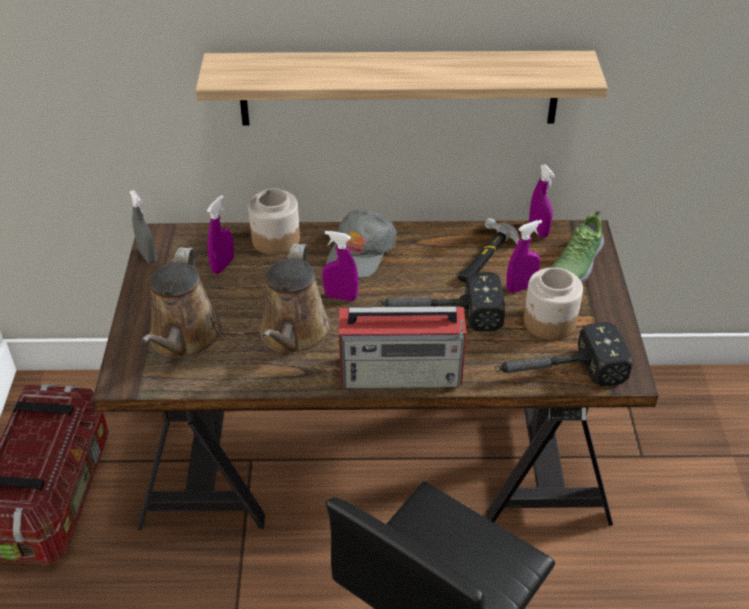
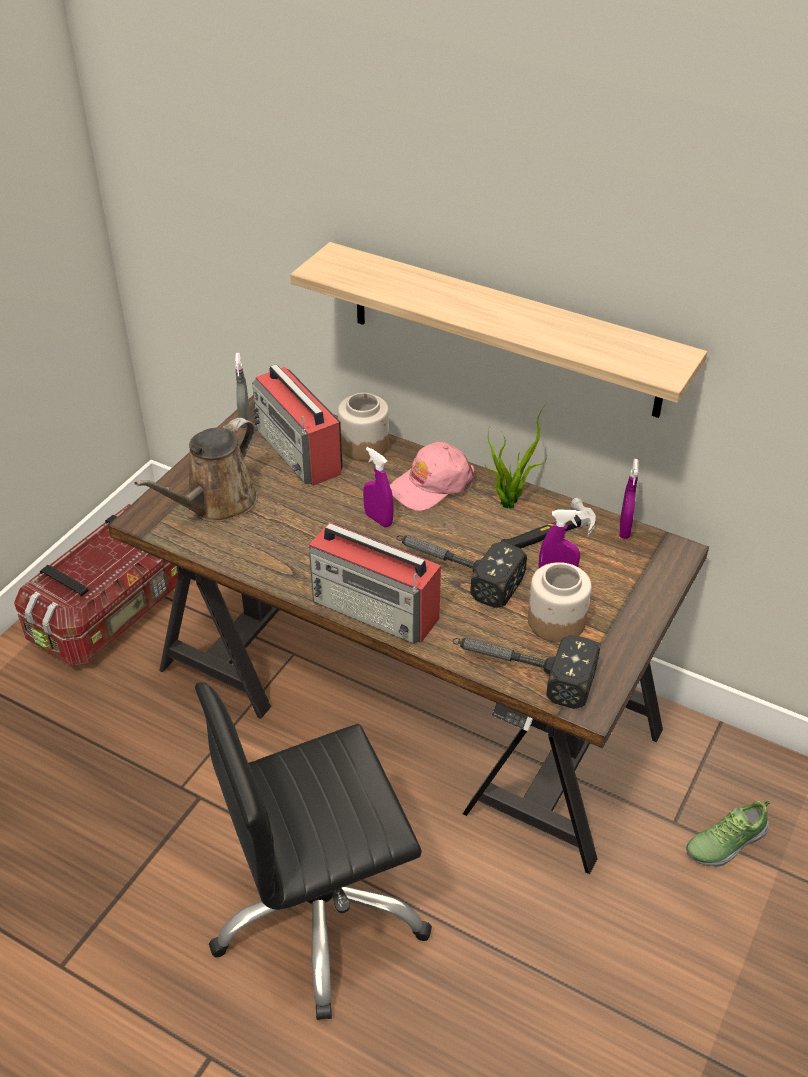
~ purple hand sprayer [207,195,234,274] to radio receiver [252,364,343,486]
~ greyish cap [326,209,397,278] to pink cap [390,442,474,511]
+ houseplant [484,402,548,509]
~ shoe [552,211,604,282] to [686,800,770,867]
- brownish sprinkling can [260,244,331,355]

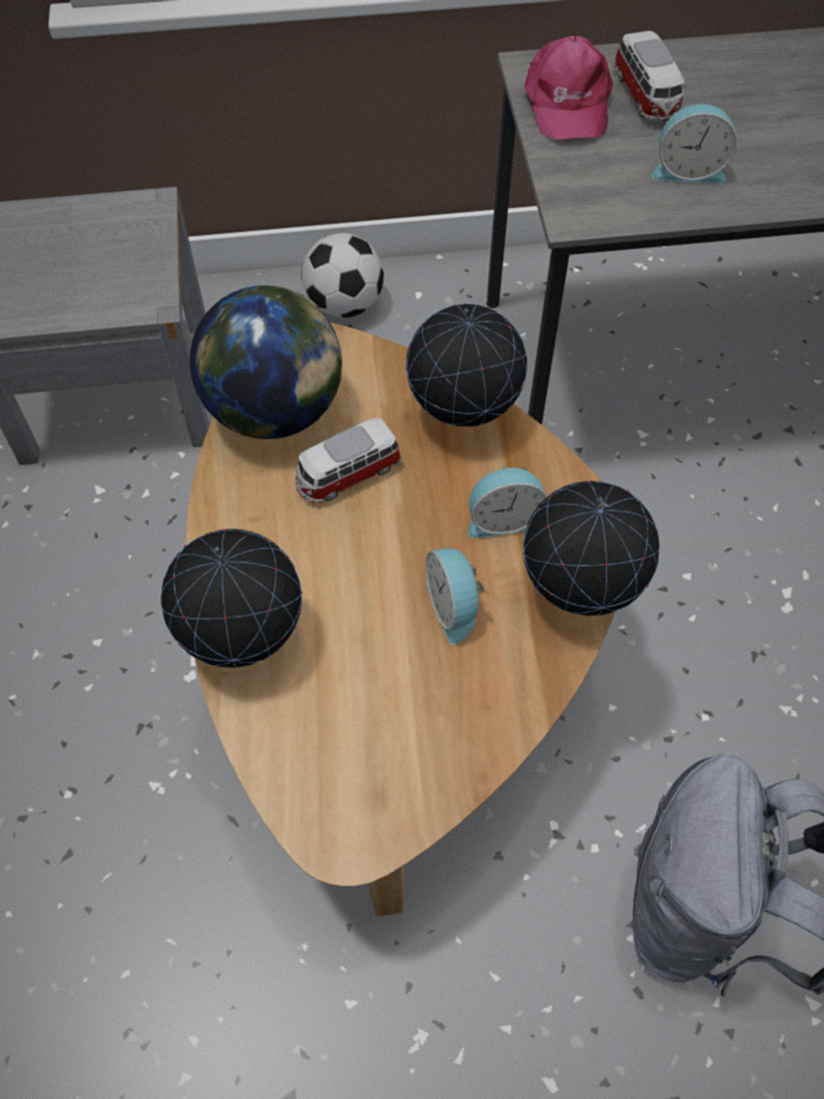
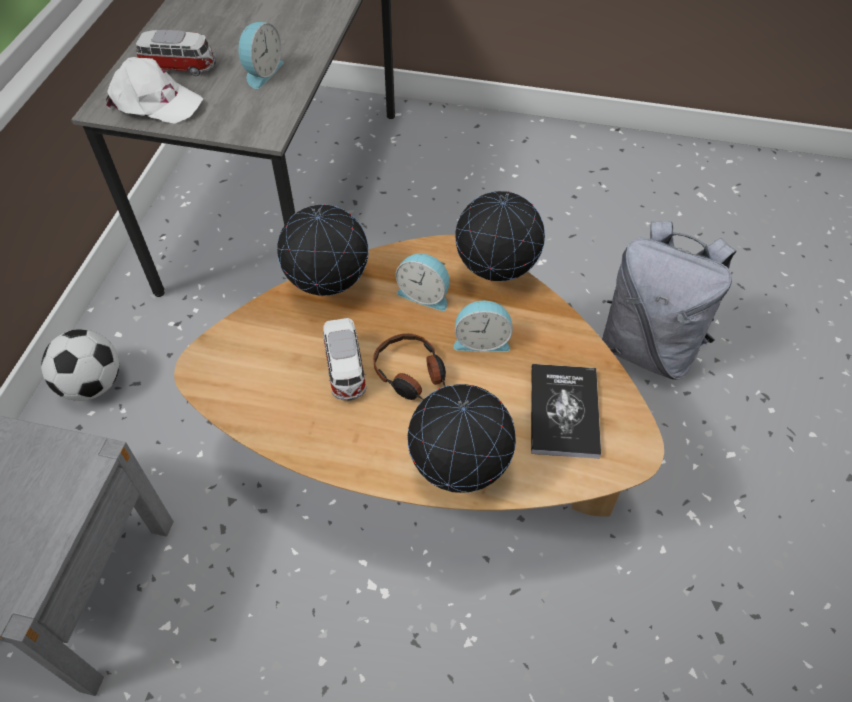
~ pink cap [524,36,613,140] to white cap [105,57,203,124]
+ headset [373,333,446,400]
~ alarm clock [468,467,547,538] = [396,253,450,311] 105 degrees clockwise
+ bound book [531,364,601,459]
- world globe [190,285,342,439]

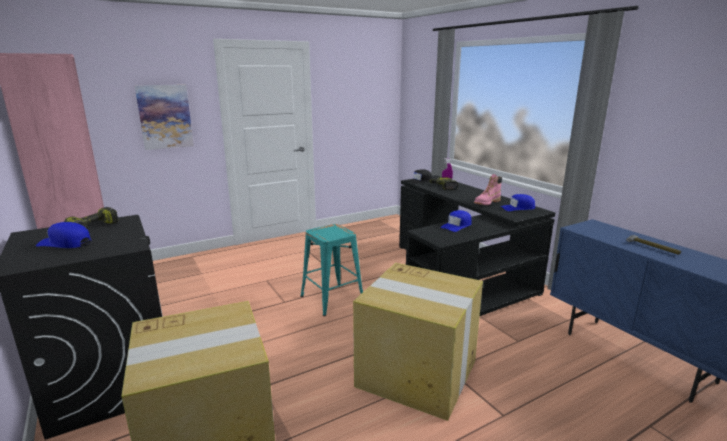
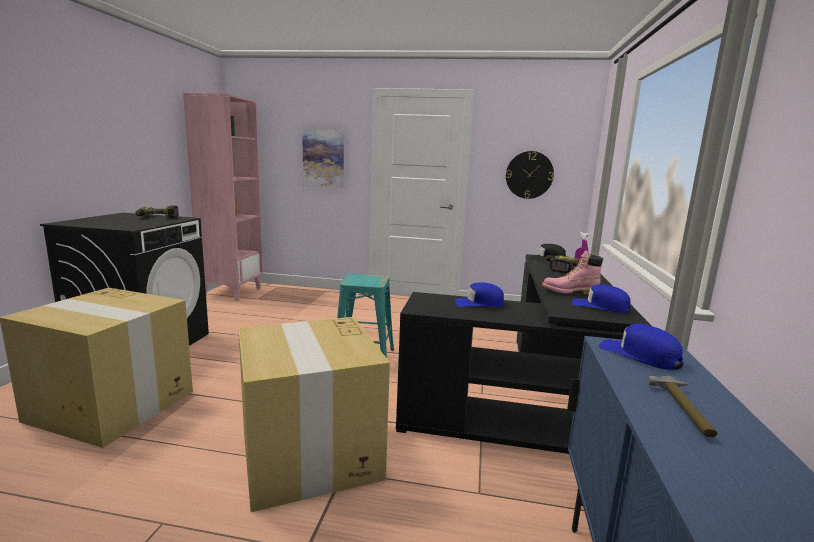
+ hanging clock [506,151,554,199]
~ bluish cap [36,222,91,248] to [599,324,683,370]

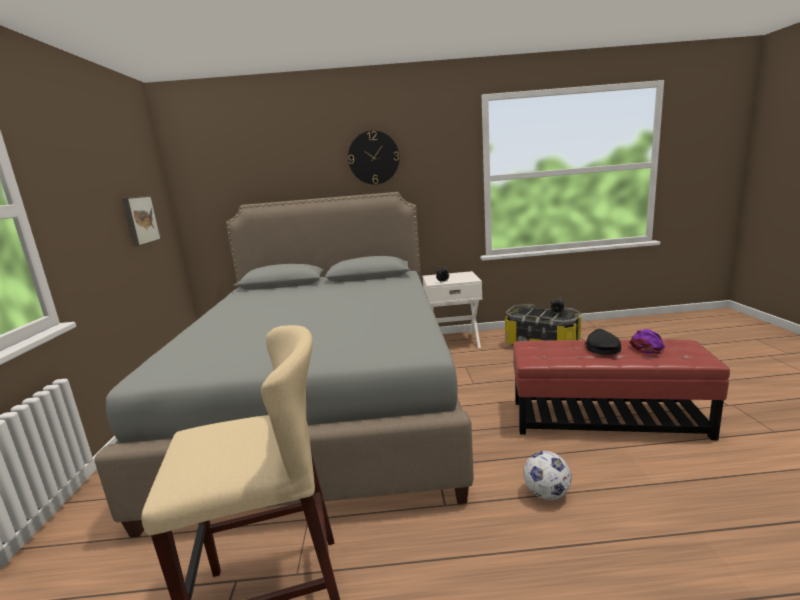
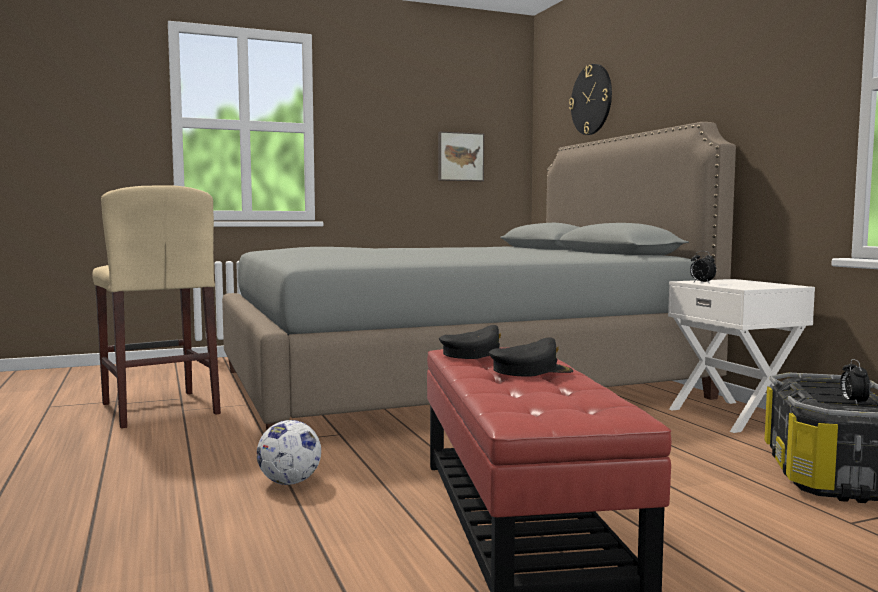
+ blackish cap [439,325,501,359]
~ hanging clock [348,130,399,184] to [569,64,612,135]
- purple cap [629,329,665,354]

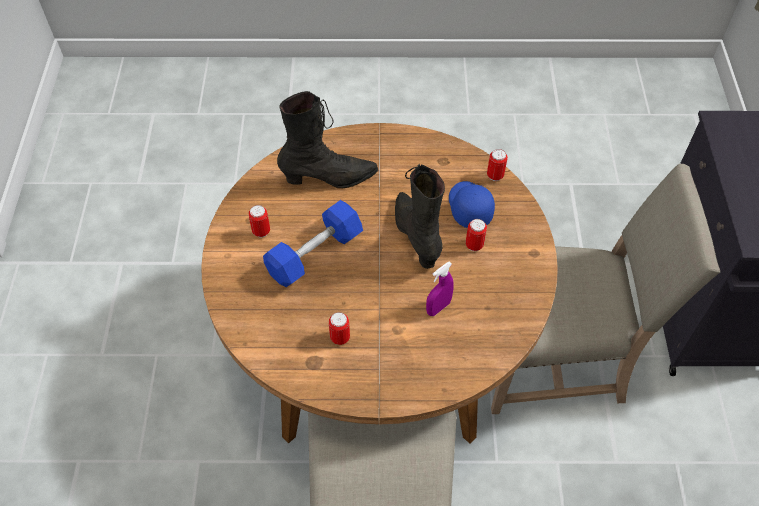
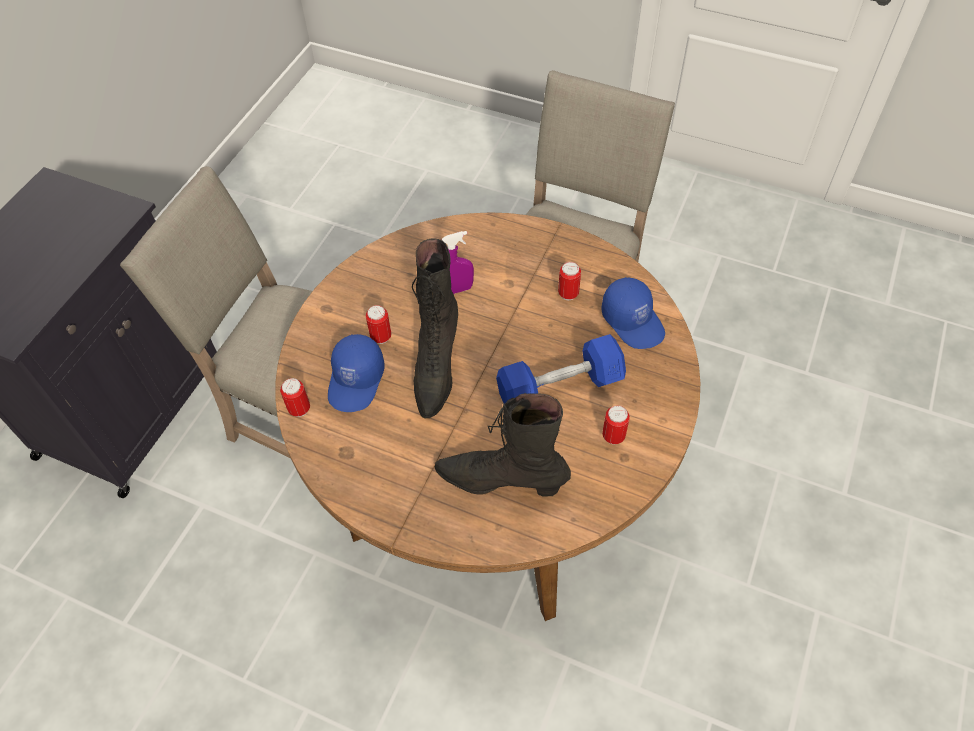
+ bluish cap [602,277,665,349]

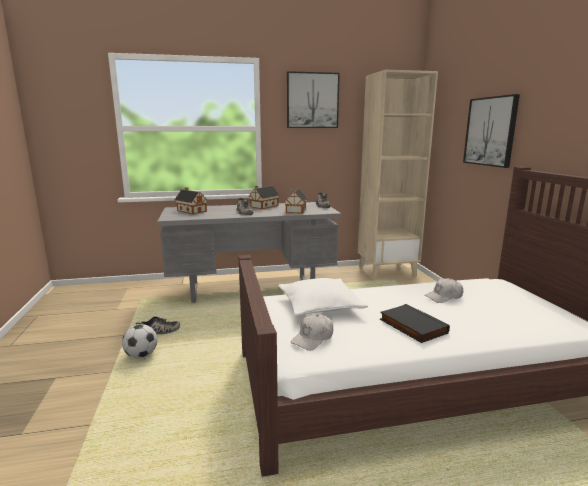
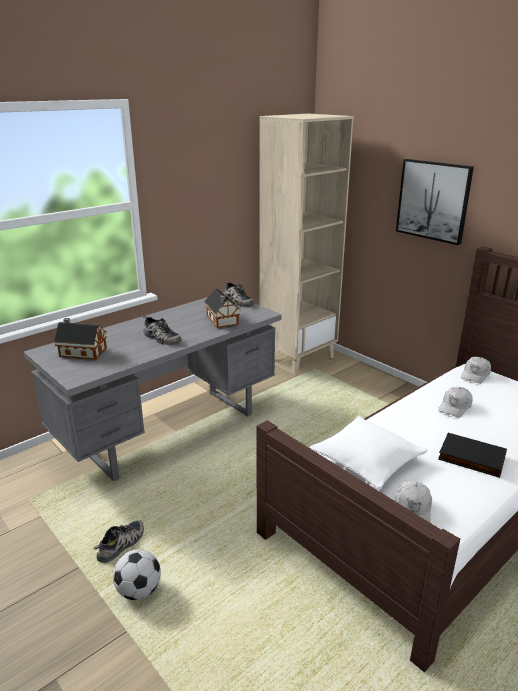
+ white cap [461,357,491,384]
- model house [248,186,279,209]
- wall art [287,71,340,128]

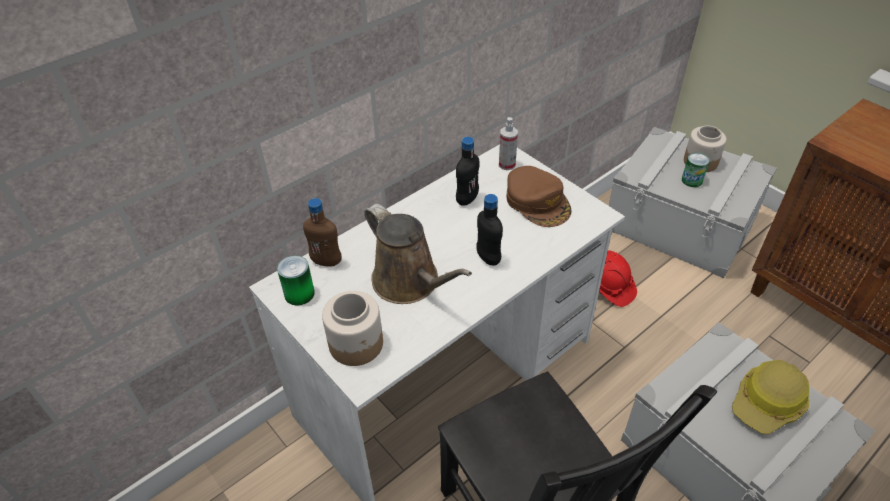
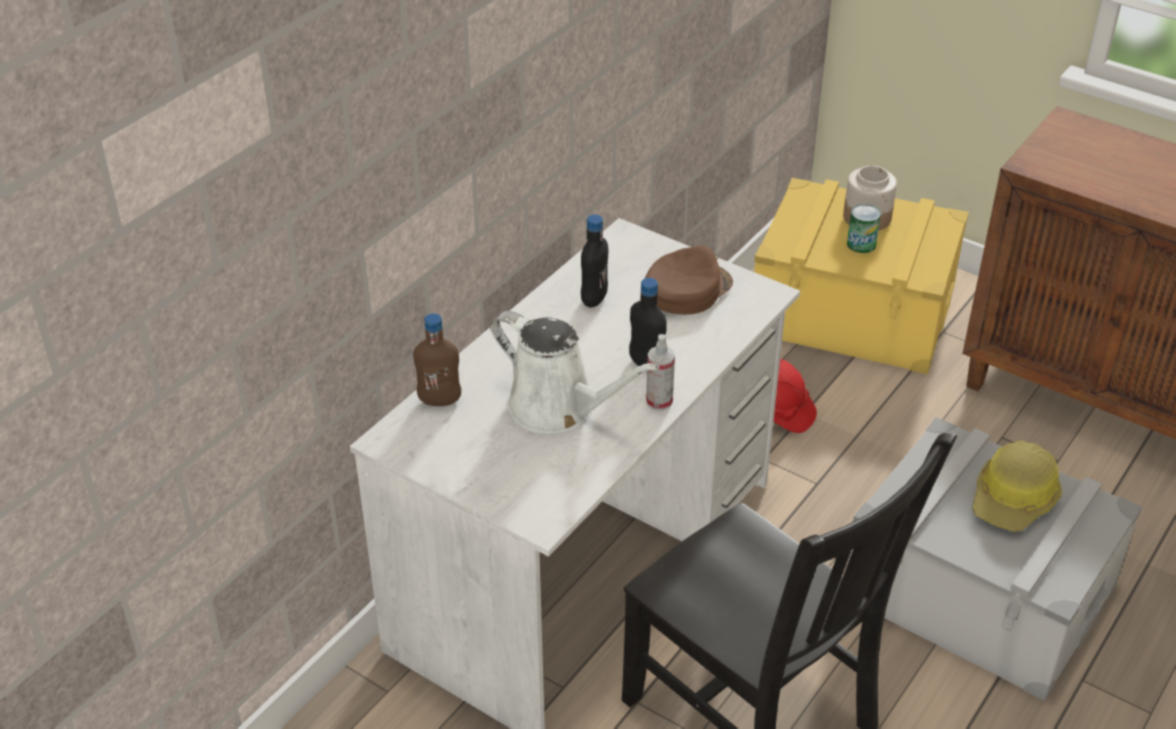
~ brownish sprinkling can [364,204,472,304] to white sprinkling can [490,311,659,434]
~ brownish cap [506,166,571,227] = [645,245,733,315] 90 degrees counterclockwise
~ hand sprayer [499,117,518,170] to [646,334,675,411]
~ greyish storage box [609,127,777,278] to yellowish storage box [754,178,969,374]
- metal can [277,255,315,306]
- preserve jar [322,291,383,366]

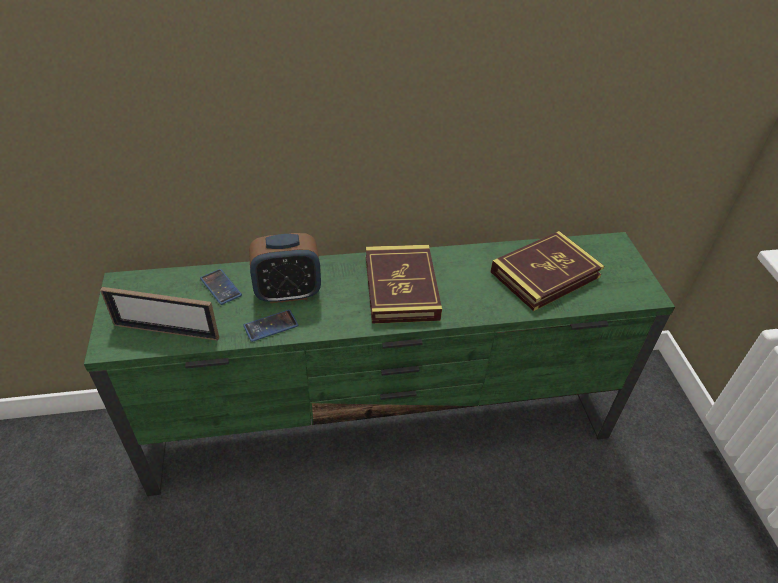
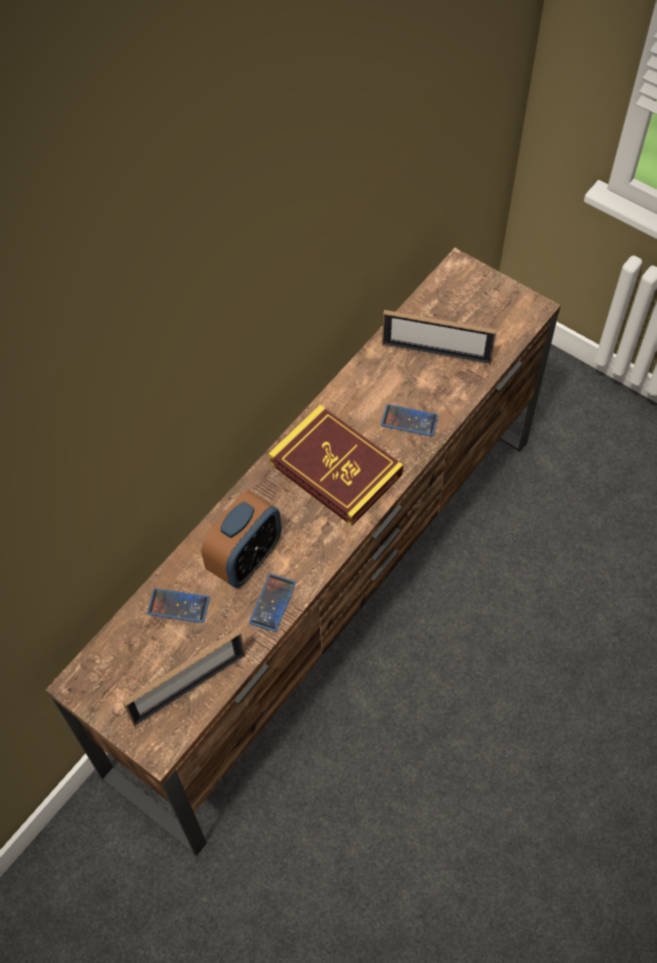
~ greenish tv stand [84,232,675,496] to brownish tv stand [45,248,561,856]
+ handset [381,404,438,436]
~ bound book [490,231,604,311] to standing frame [382,310,497,365]

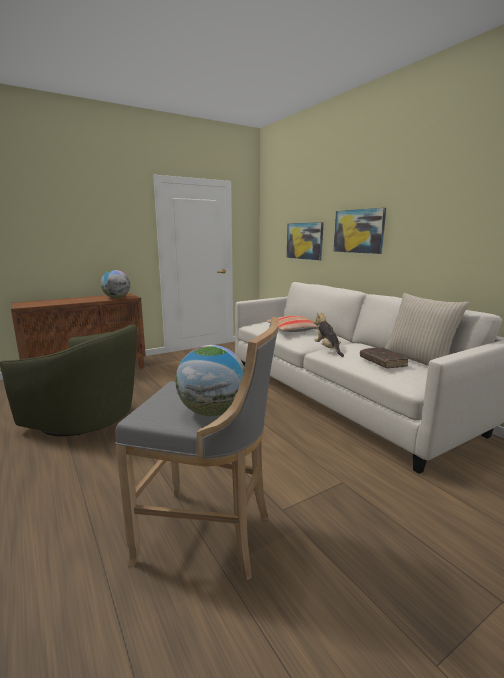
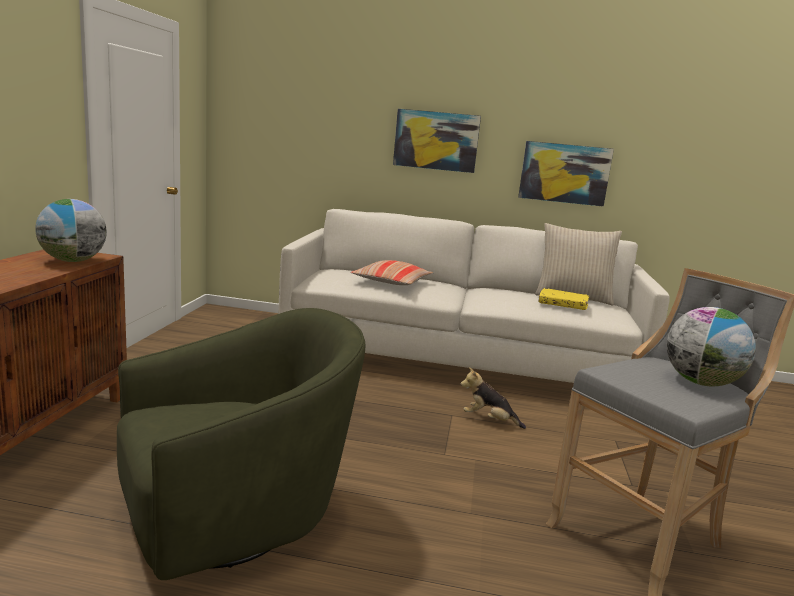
~ plush toy [313,312,344,357] to [461,367,526,429]
~ wall art [287,222,323,260] to [518,141,614,207]
~ brownish bound book [360,347,408,368] to yellowish bound book [538,288,589,310]

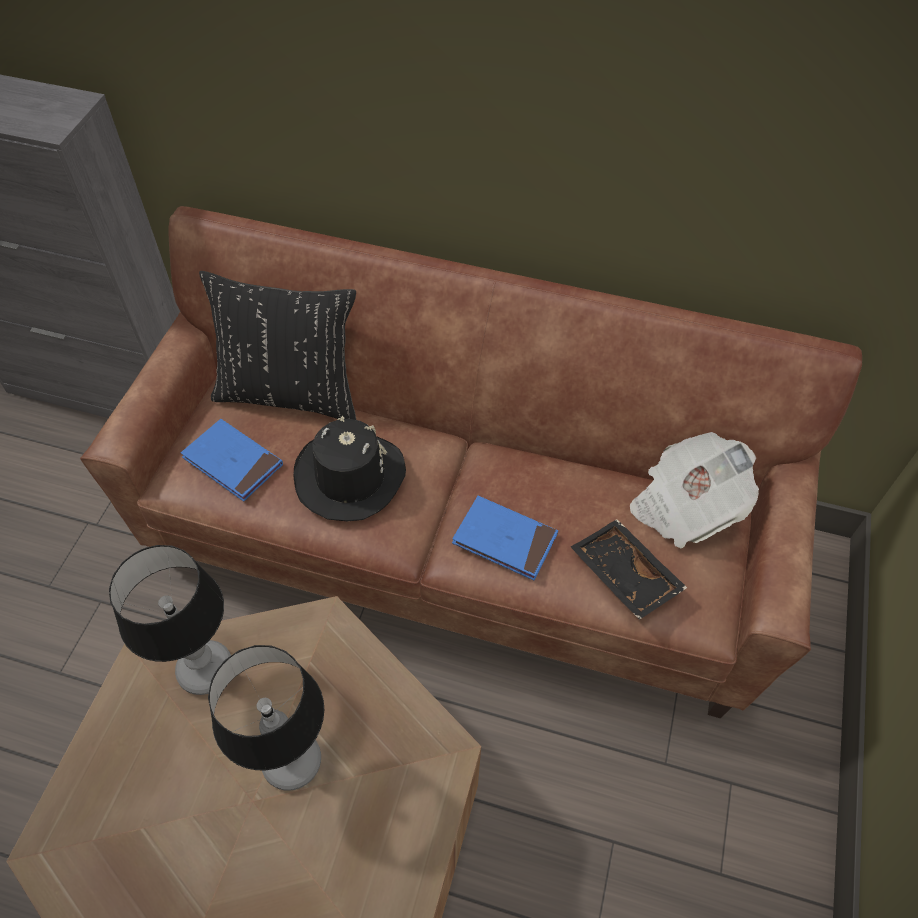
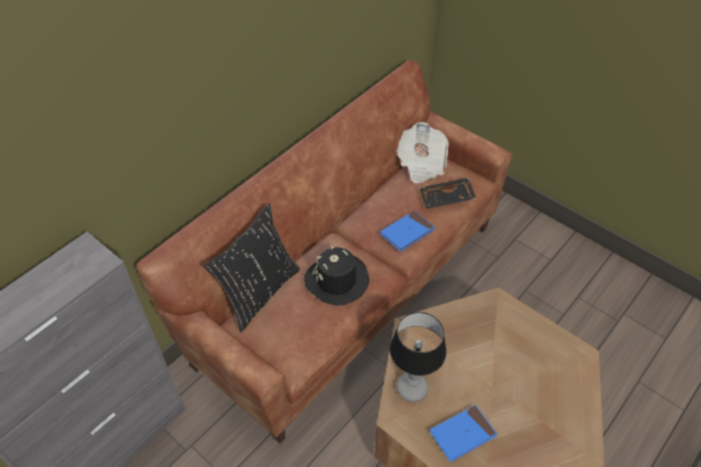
~ bluish bound book [181,419,283,501] to [430,405,497,462]
- lamp for a table [208,645,324,791]

